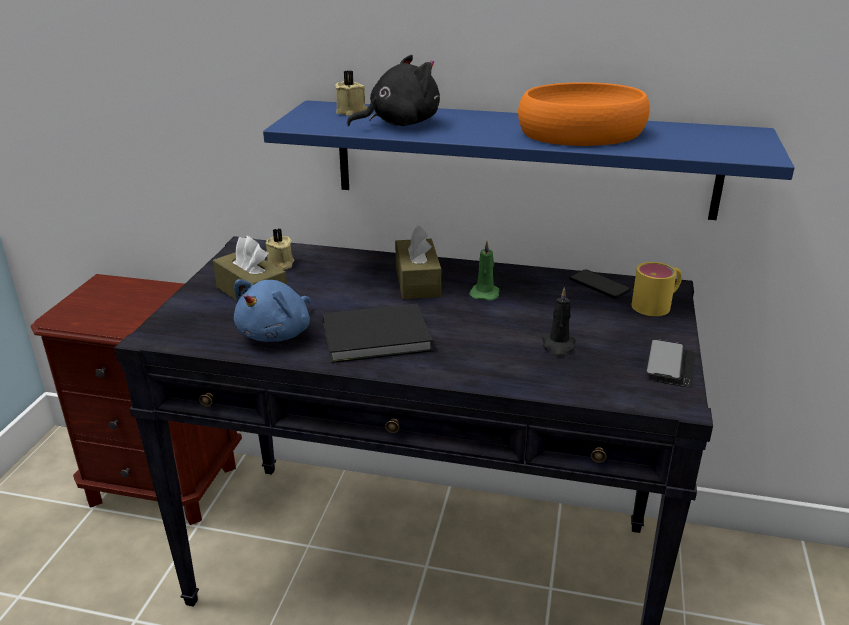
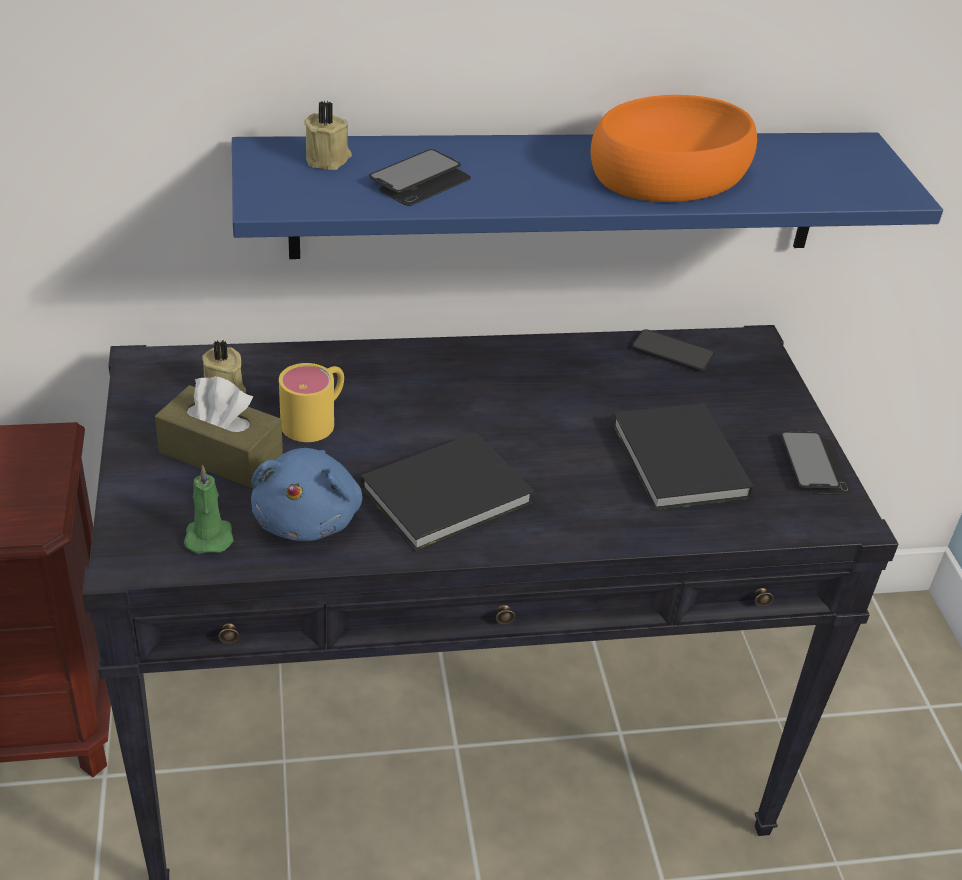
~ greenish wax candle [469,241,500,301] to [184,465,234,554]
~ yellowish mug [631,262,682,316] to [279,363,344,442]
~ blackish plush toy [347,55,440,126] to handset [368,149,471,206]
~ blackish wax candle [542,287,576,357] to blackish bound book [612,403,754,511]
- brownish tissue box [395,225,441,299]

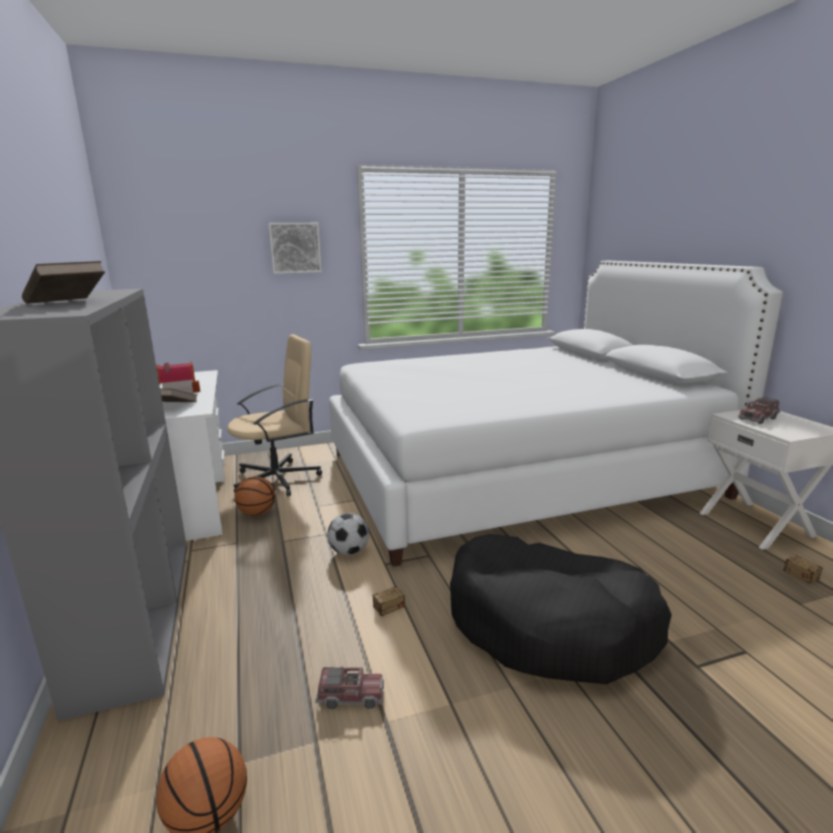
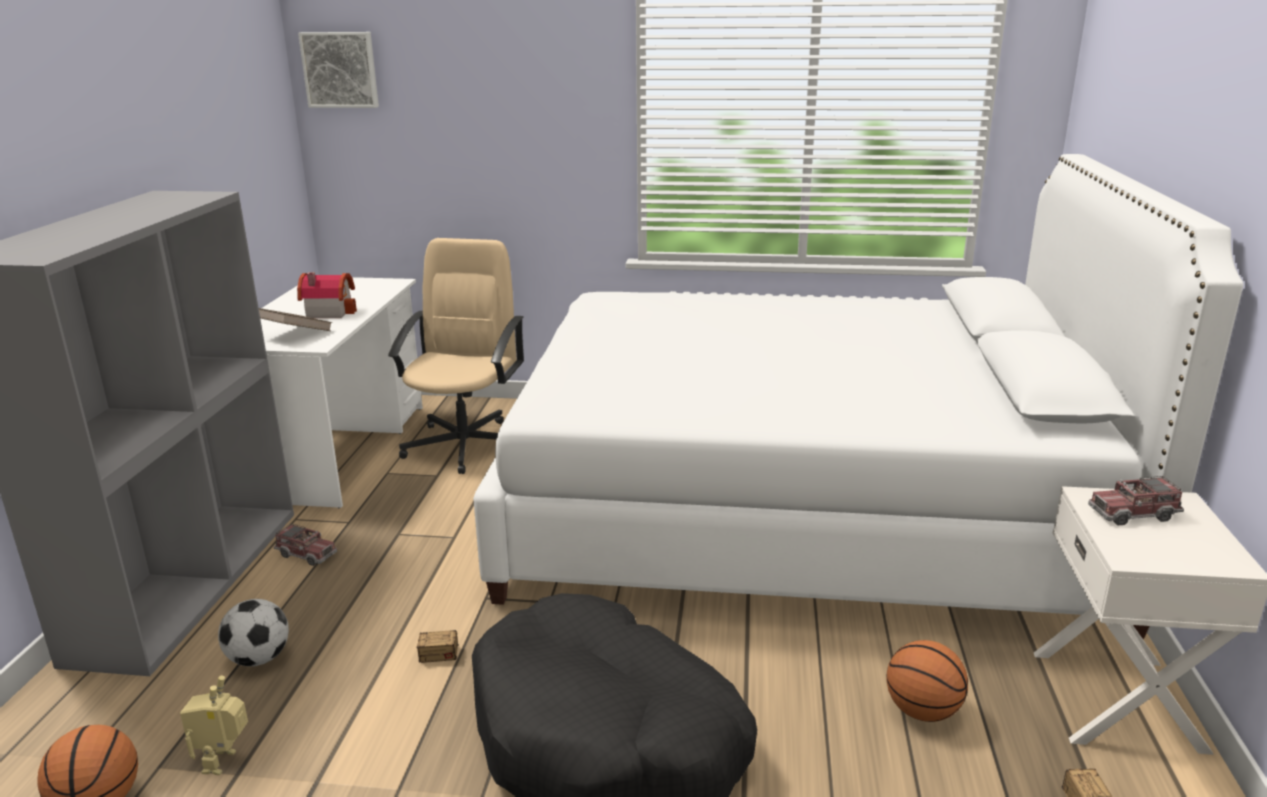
+ model robot [180,676,248,775]
~ football [327,513,369,555] to [218,599,289,666]
~ toy truck [316,667,384,709] to [274,523,337,566]
~ wall art [268,223,322,274] to [298,32,379,108]
~ sand-coloured computer chair [227,334,322,496] = [388,238,524,474] 75 degrees counterclockwise
~ ball for basketball [234,476,275,516] to [886,640,968,722]
- brownish bound book [22,261,105,304]

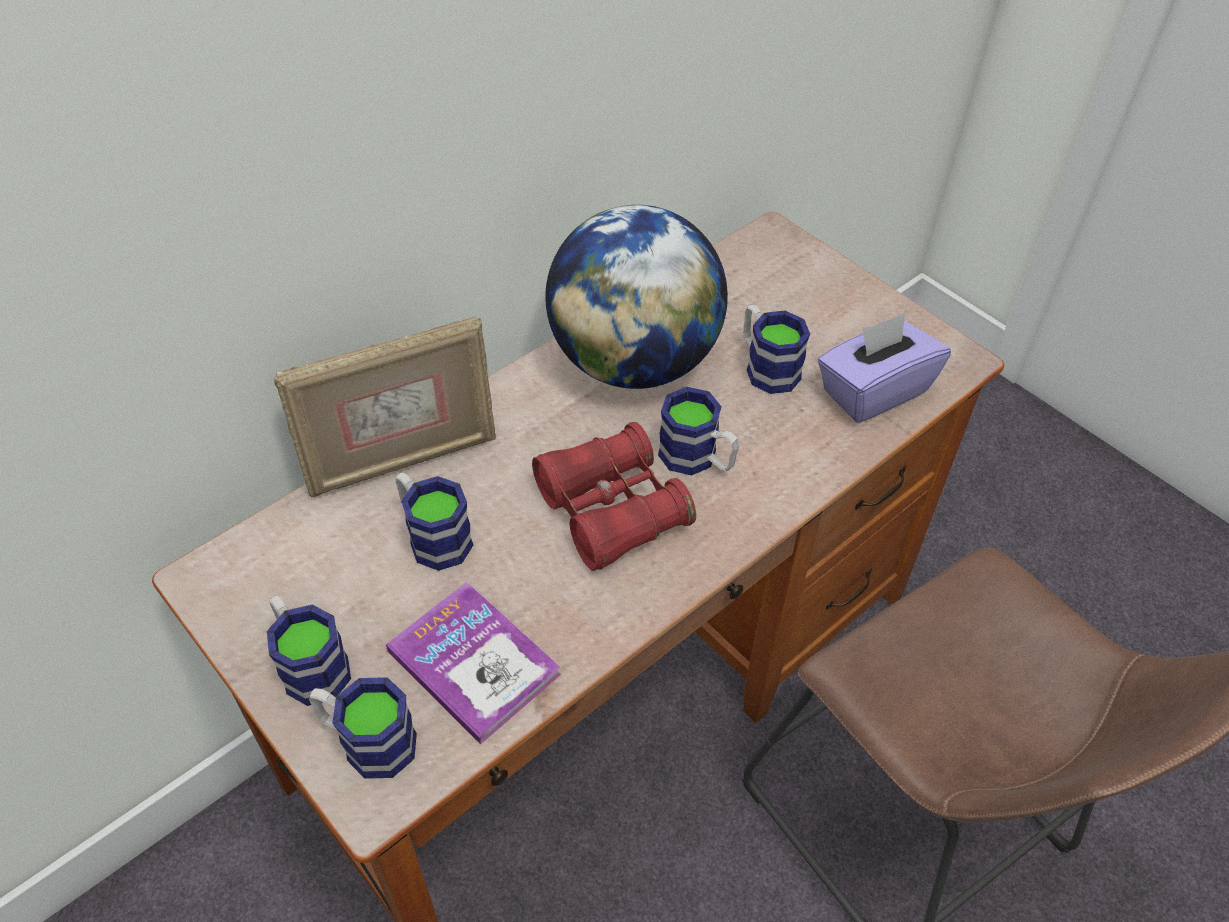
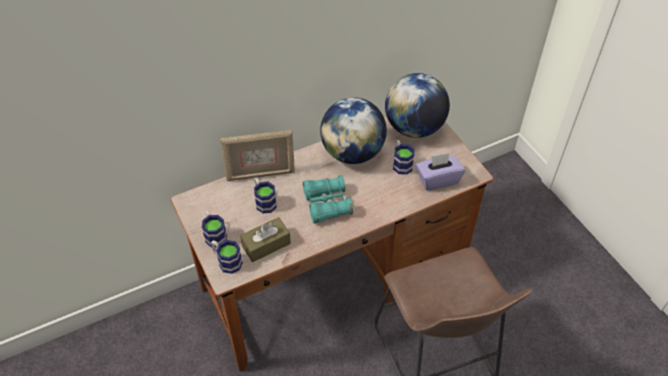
~ bound book [386,582,561,744] to brownish tissue box [240,217,291,262]
~ red field glasses [532,422,696,571] to turquoise-coloured field glasses [303,175,353,223]
+ world globe [385,73,450,138]
- mug [658,387,739,476]

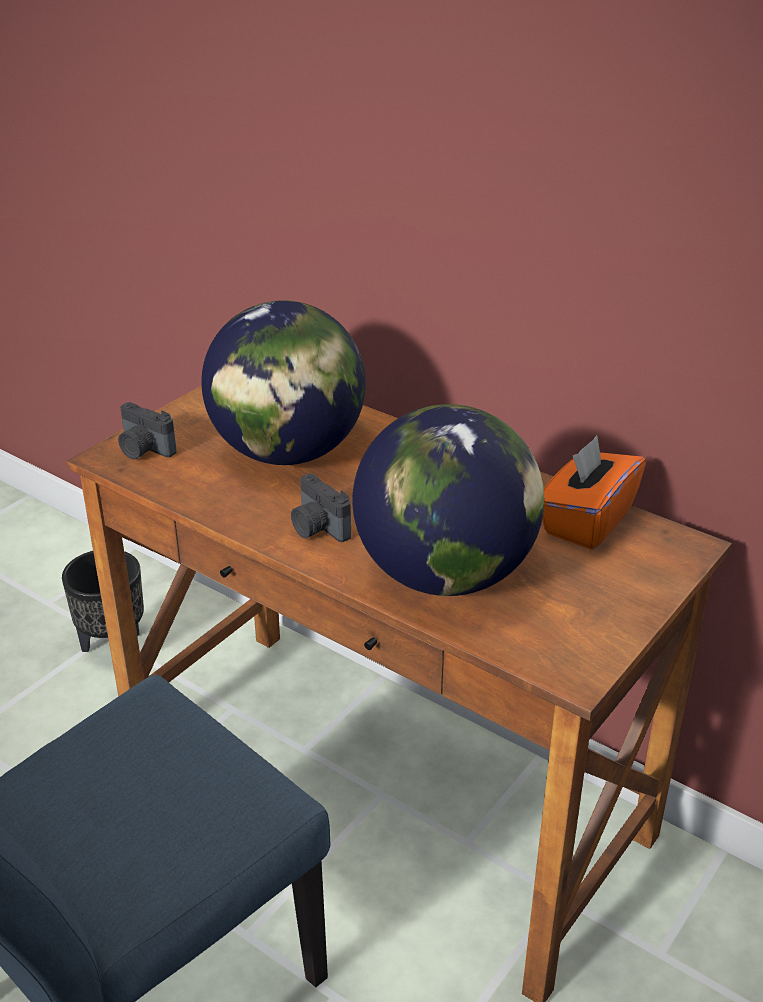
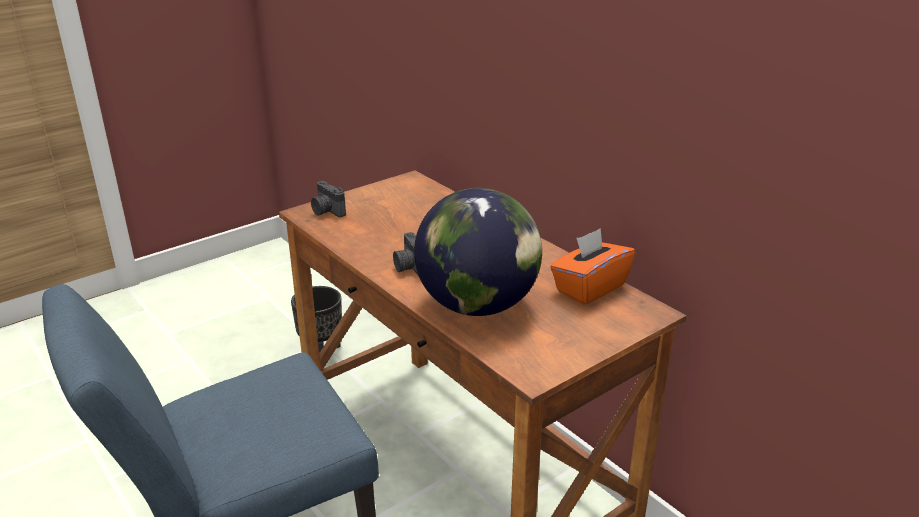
- world globe [201,300,366,465]

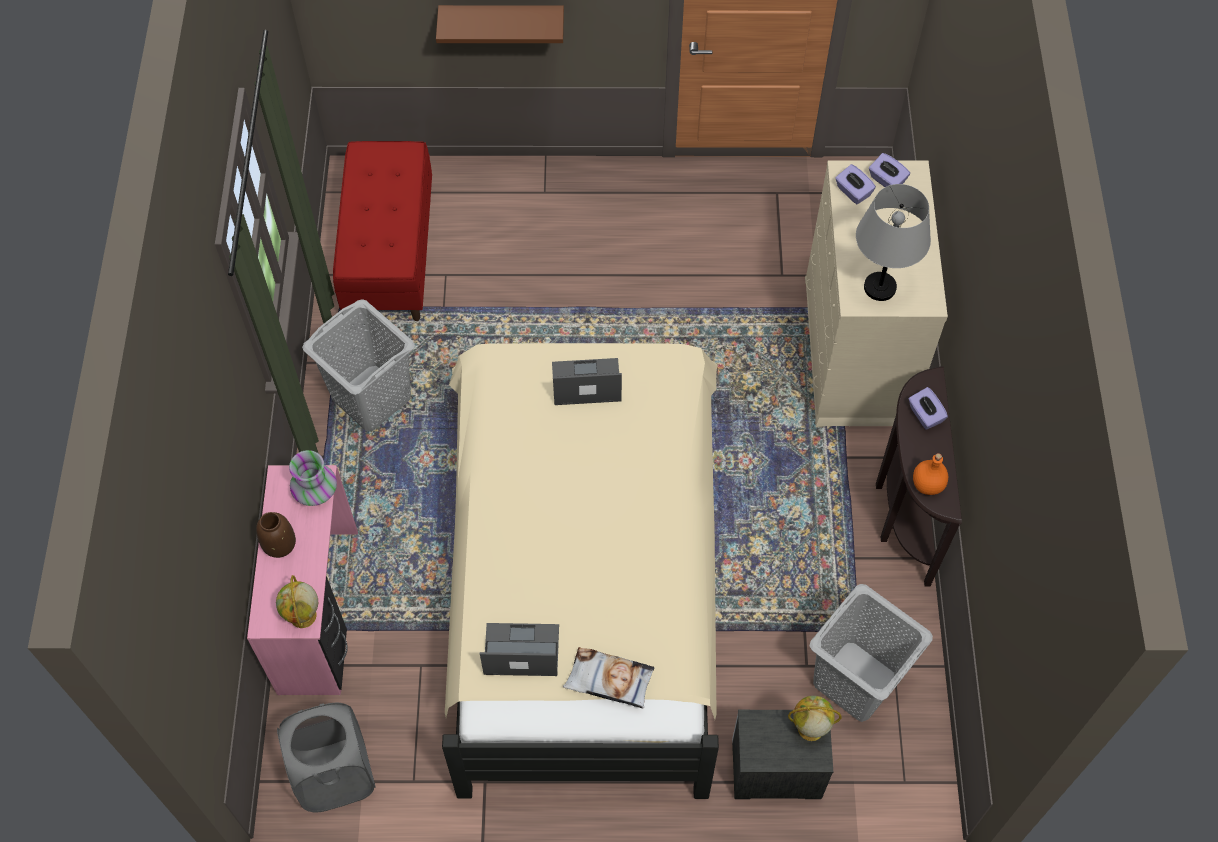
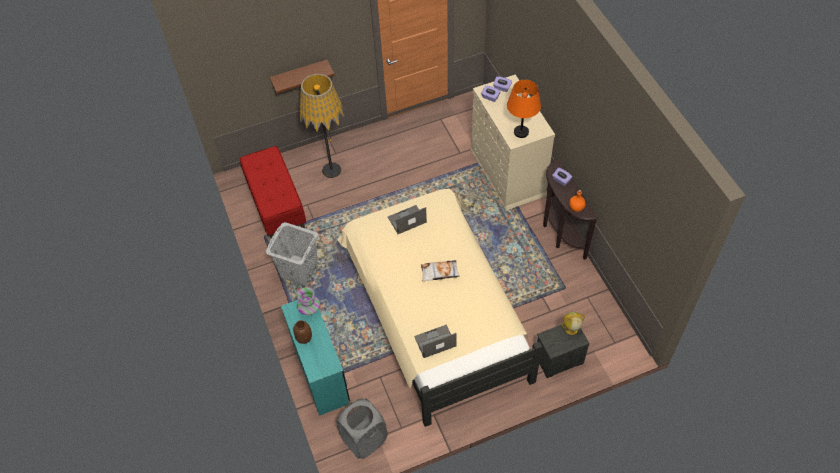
~ pink desk unit [247,465,358,695] to turquoise-coloured desk unit [281,299,350,416]
+ standard lamp [300,74,344,178]
~ cushion [563,647,655,708] to [421,260,460,281]
~ greyish lamp for a table [856,184,931,301] to orange-coloured lamp for a table [507,80,541,138]
- world globe [276,575,318,628]
- greyish hamper [810,584,933,722]

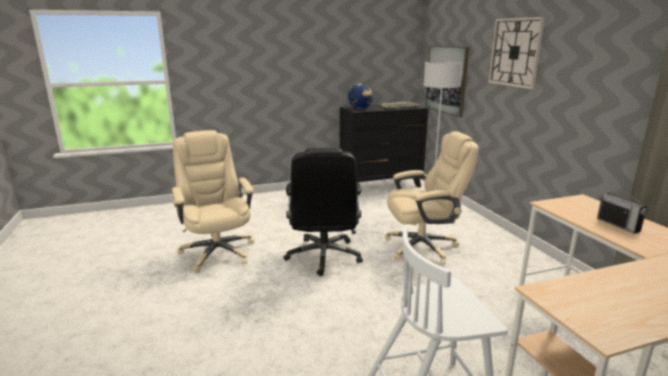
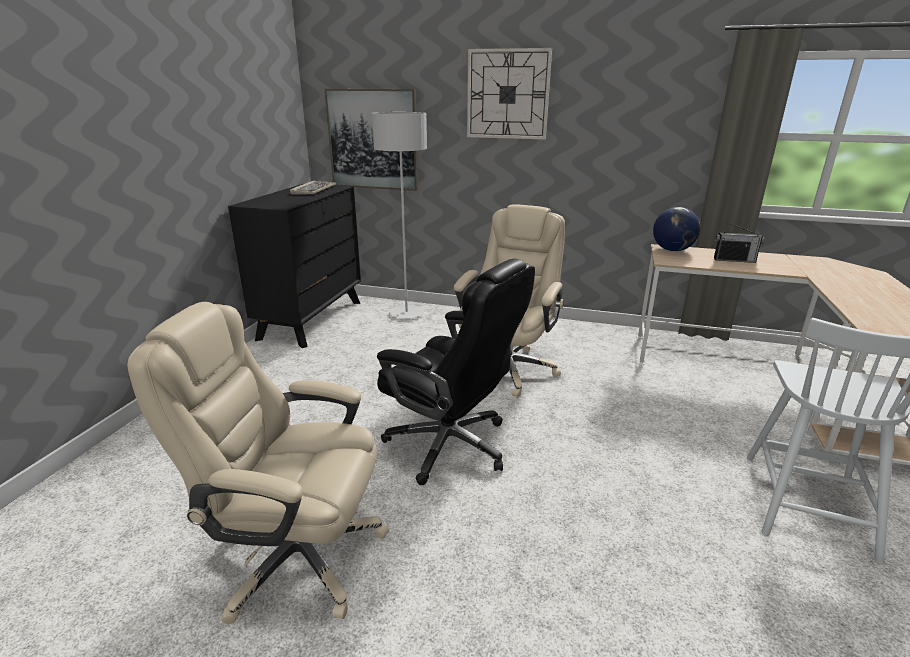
~ world globe [348,84,373,109] to [653,207,700,251]

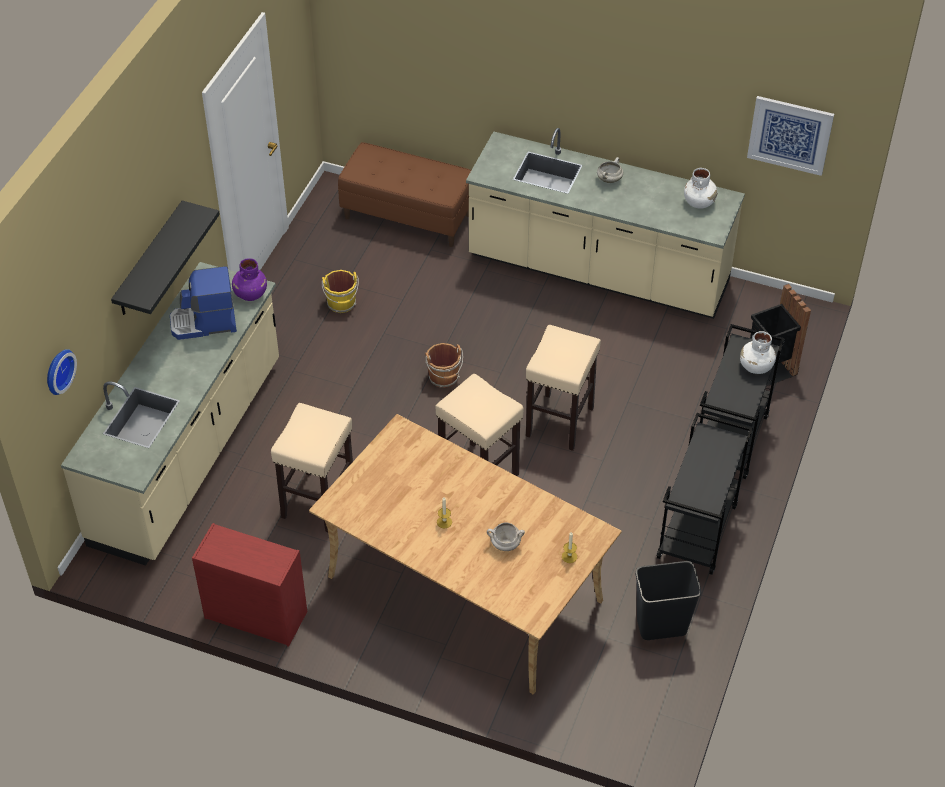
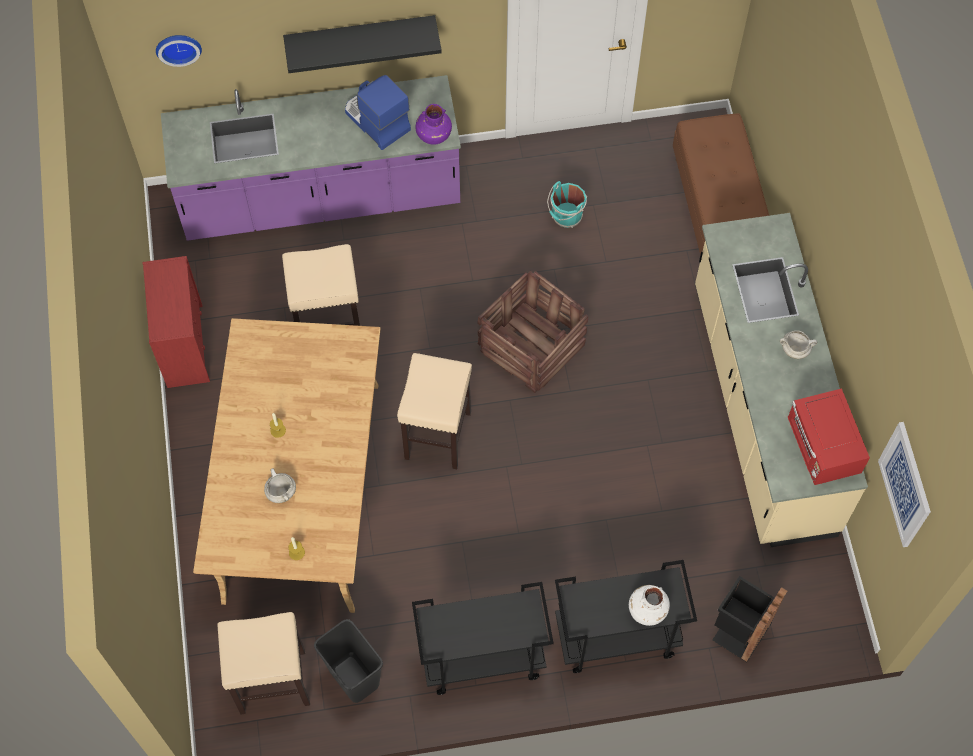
~ sand-coloured kitchen base unit [61,262,279,566] to purple kitchen base unit [161,75,461,241]
~ sand-coloured stool [526,325,601,451] to [218,612,310,715]
~ brownish bucket [425,343,463,388] to crate [477,271,588,393]
~ yellowish bucket [322,270,359,313] to turquoise-coloured bucket [547,181,587,228]
~ white flower vase [684,168,717,208] to red kitchen microwave [788,388,870,485]

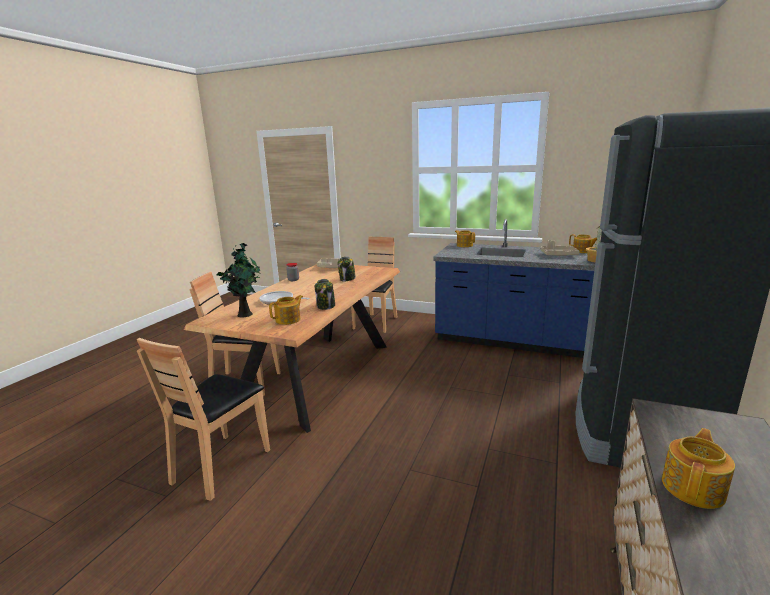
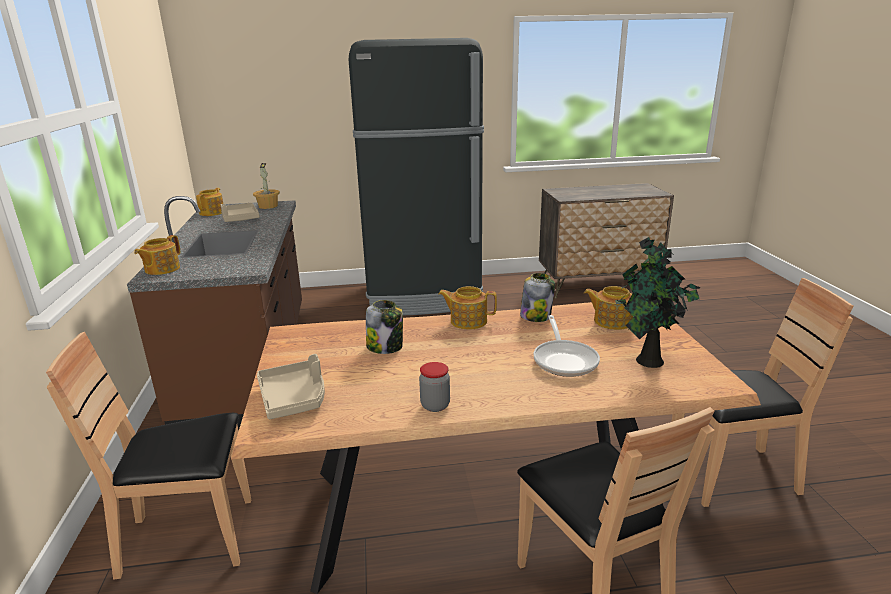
~ bluish kitchen base unit [434,219,595,358] to brownish kitchen base unit [127,196,302,430]
~ pot for tea [662,428,735,509] to [438,286,497,330]

